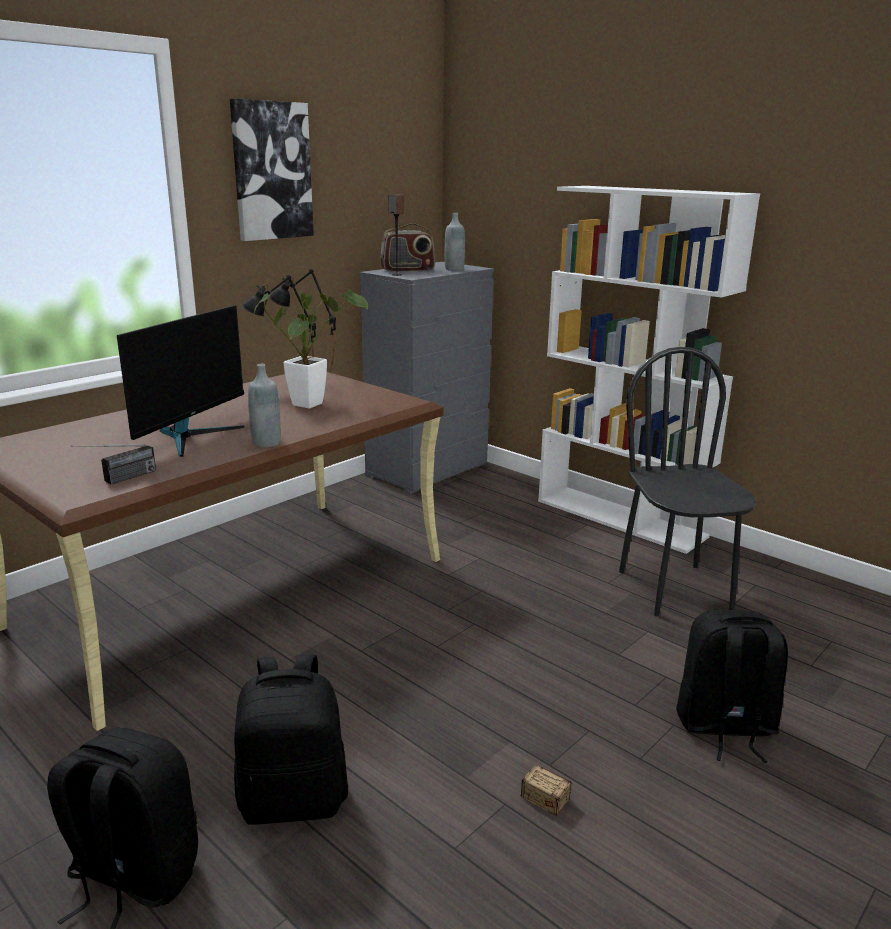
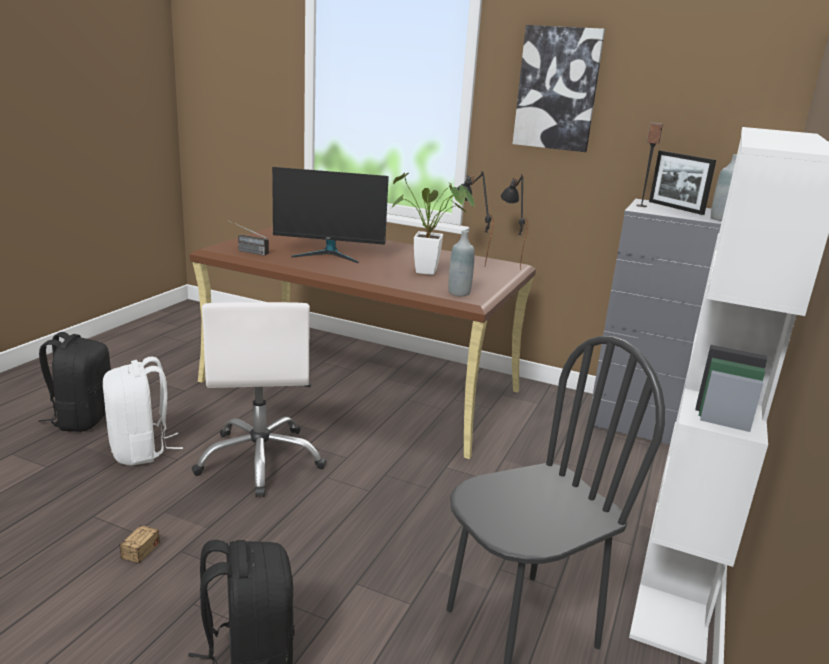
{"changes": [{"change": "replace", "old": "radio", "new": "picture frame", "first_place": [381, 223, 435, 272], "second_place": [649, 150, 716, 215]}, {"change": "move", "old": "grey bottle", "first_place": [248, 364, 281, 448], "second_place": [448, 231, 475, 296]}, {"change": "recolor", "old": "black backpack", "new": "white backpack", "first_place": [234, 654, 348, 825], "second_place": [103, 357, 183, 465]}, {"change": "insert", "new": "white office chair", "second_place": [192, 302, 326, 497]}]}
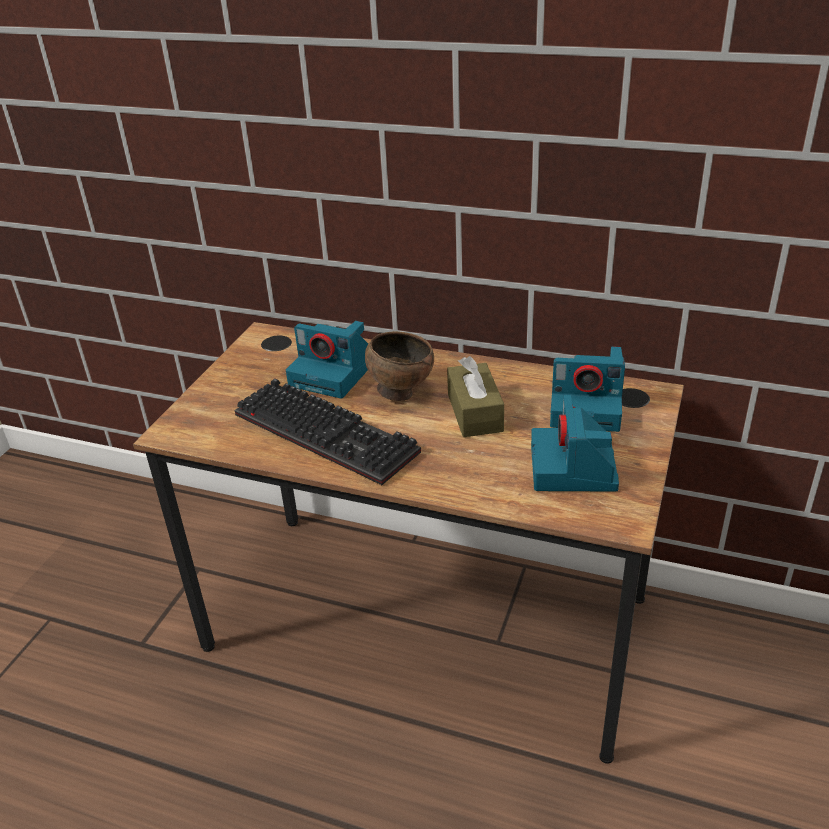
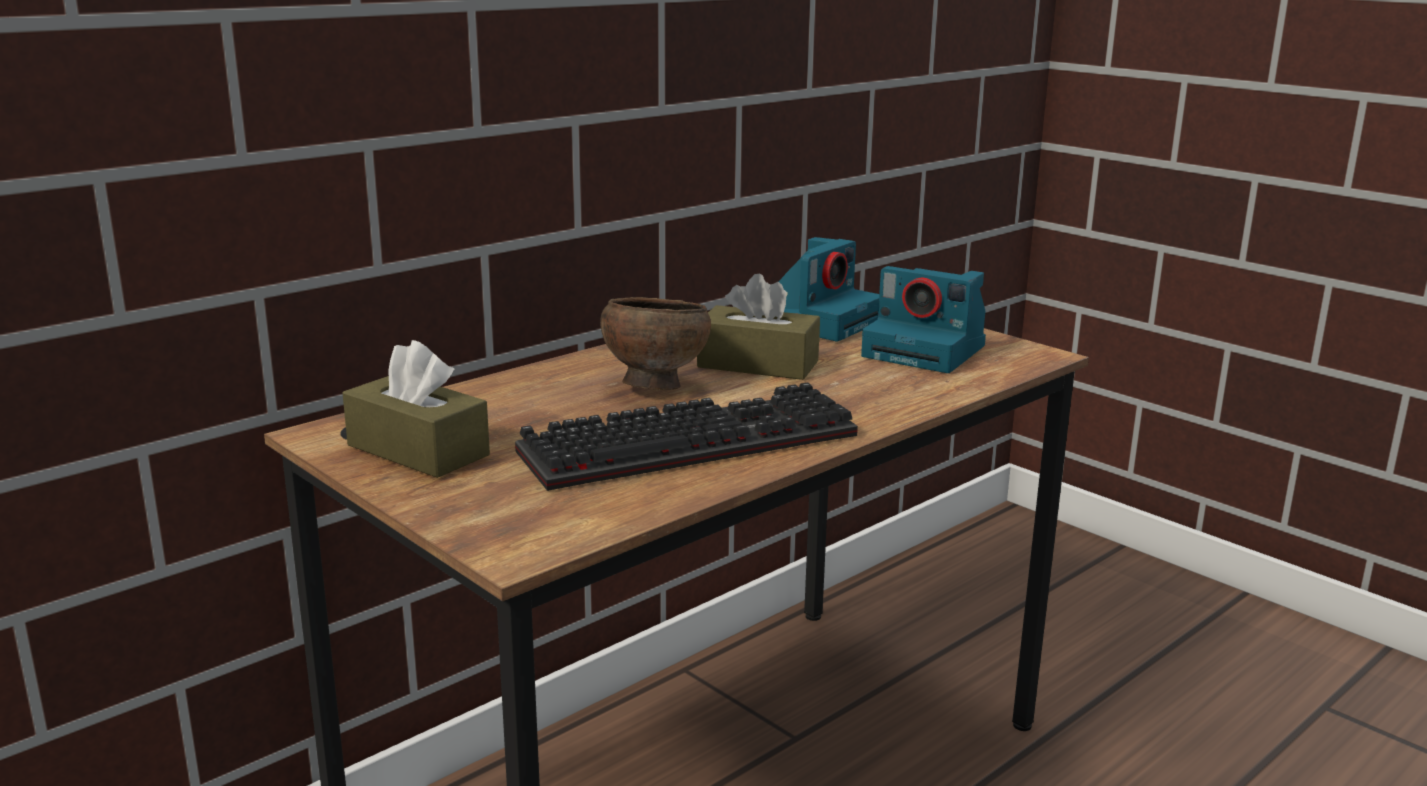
{"changes": [{"change": "delete", "old": "photo camera", "first_place": [286, 321, 368, 399]}, {"change": "insert", "new": "brown tissue box", "second_place": [343, 340, 490, 478]}]}
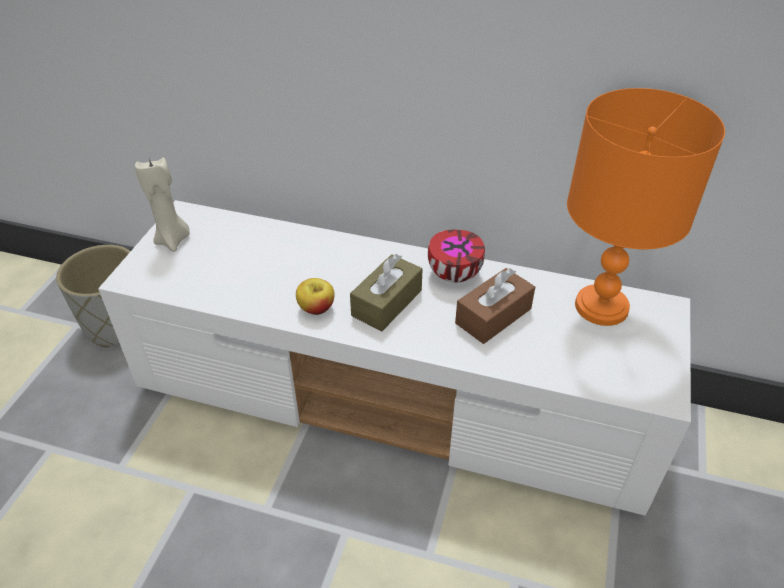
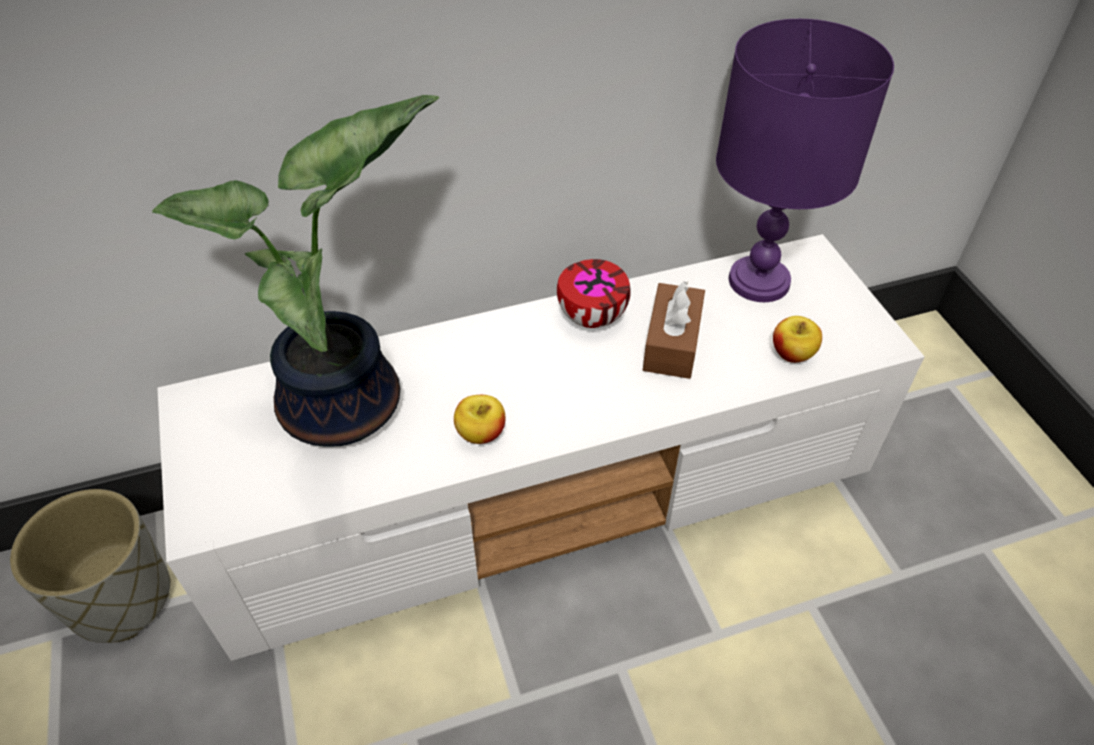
{"changes": [{"change": "recolor", "old": "orange table lamp", "new": "purple table lamp", "first_place": [567, 88, 725, 326], "second_place": [716, 19, 894, 302]}, {"change": "delete", "old": "beige candle", "first_place": [135, 158, 190, 252]}, {"change": "delete", "old": "brown tissue box", "first_place": [350, 254, 423, 331]}, {"change": "insert", "new": "potted plant", "second_place": [152, 95, 439, 447]}, {"change": "insert", "new": "apple", "second_place": [773, 316, 822, 363]}]}
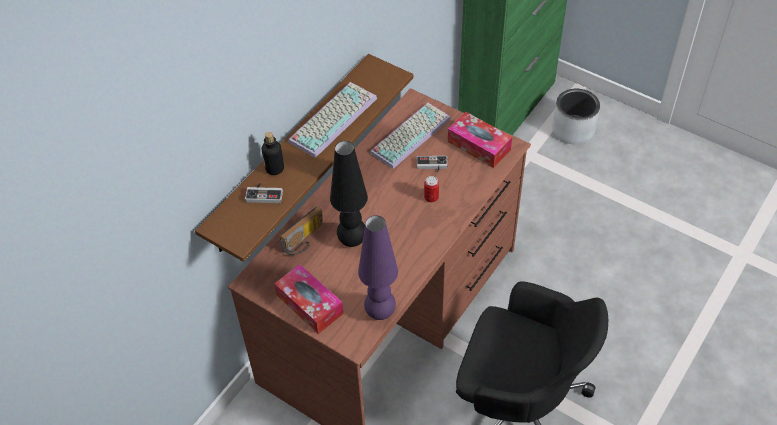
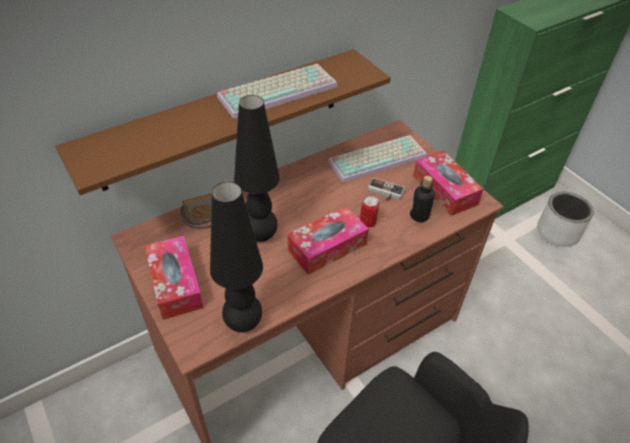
{"changes": [{"change": "move", "old": "bottle", "first_place": [262, 132, 284, 175], "second_place": [410, 176, 435, 222]}, {"change": "delete", "old": "game controller", "first_place": [245, 183, 283, 203]}, {"change": "recolor", "old": "purple table lamp", "new": "black table lamp", "first_place": [358, 215, 398, 320], "second_place": [210, 182, 263, 332]}, {"change": "insert", "new": "tissue box", "second_place": [287, 206, 369, 275]}]}
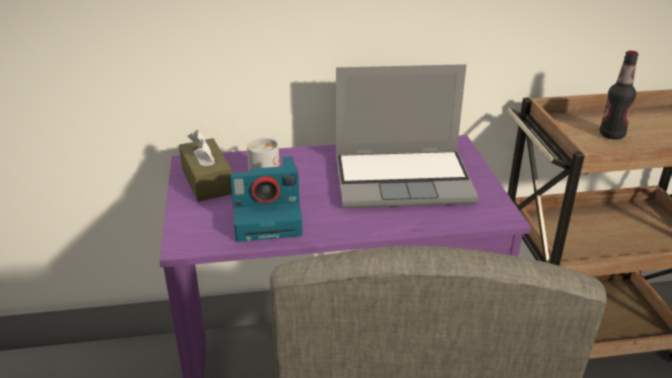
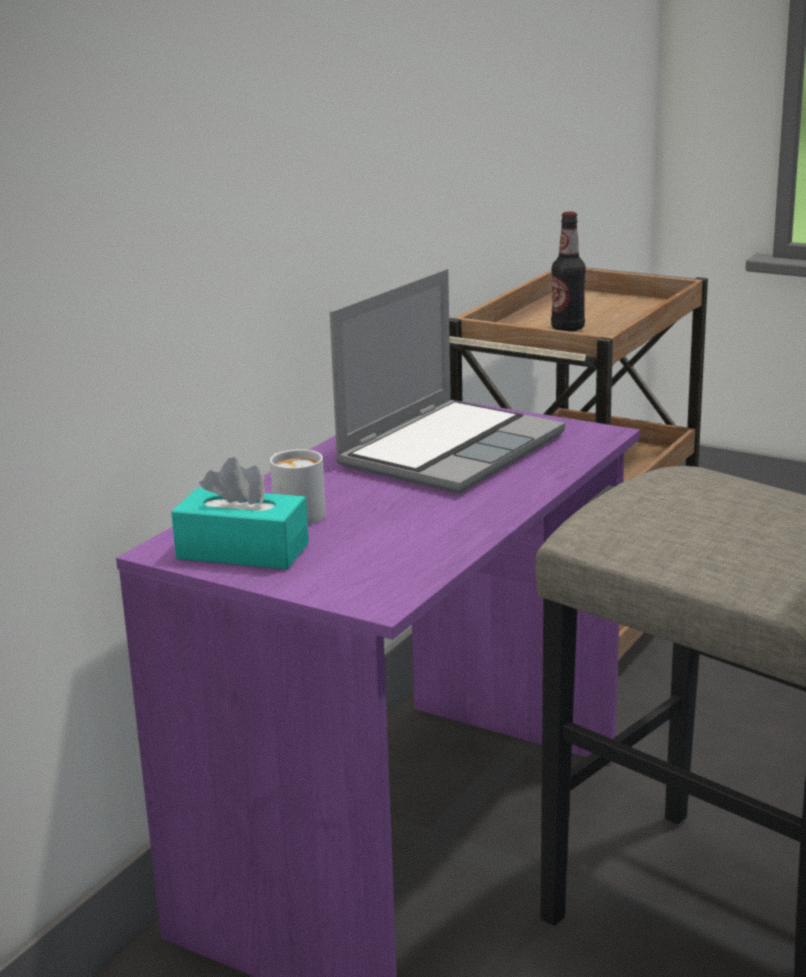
{"changes": [{"change": "recolor", "old": "brown tissue box", "new": "turquoise tissue box", "first_place": [179, 130, 232, 202], "second_place": [171, 457, 309, 569]}, {"change": "delete", "old": "photo camera", "first_place": [230, 157, 303, 242]}]}
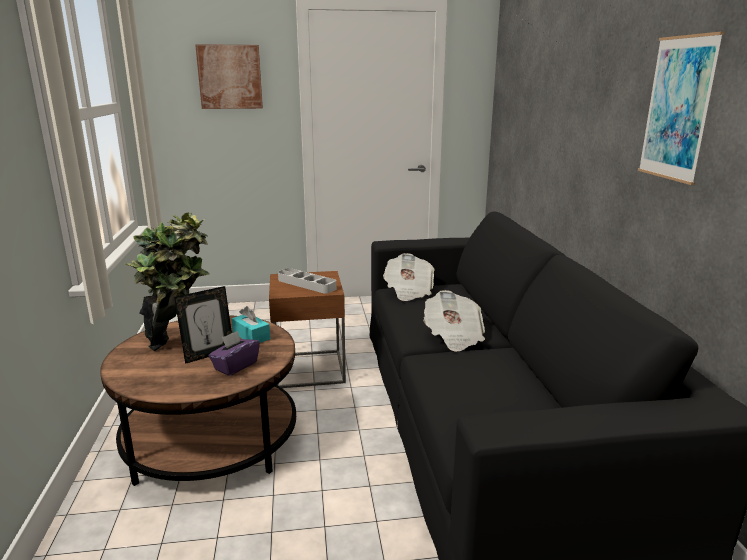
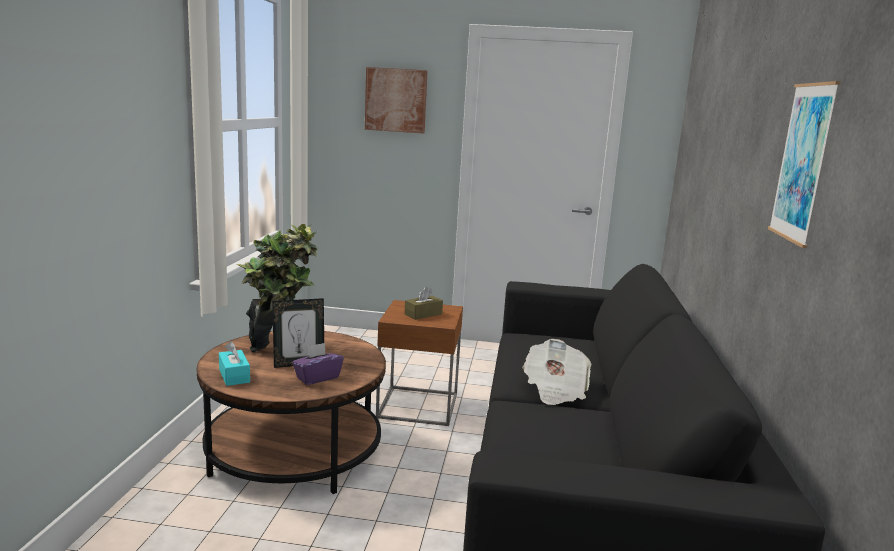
{"changes": [{"change": "delete", "old": "newspaper", "first_place": [383, 253, 435, 301]}, {"change": "replace", "old": "grey tray", "new": "brown tissue box", "first_place": [278, 268, 336, 294], "second_place": [405, 287, 443, 320]}, {"change": "move", "old": "turquoise tissue box", "first_place": [232, 306, 270, 343], "second_place": [219, 341, 250, 386]}]}
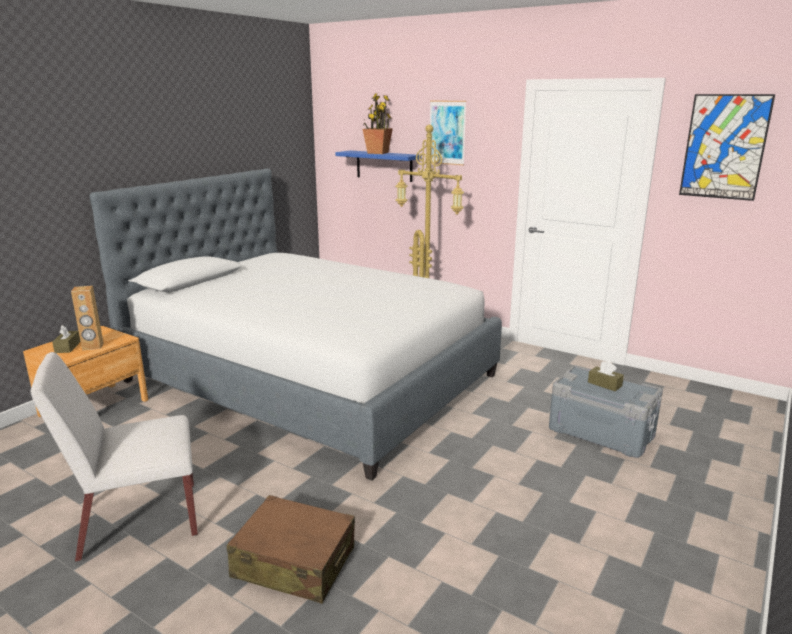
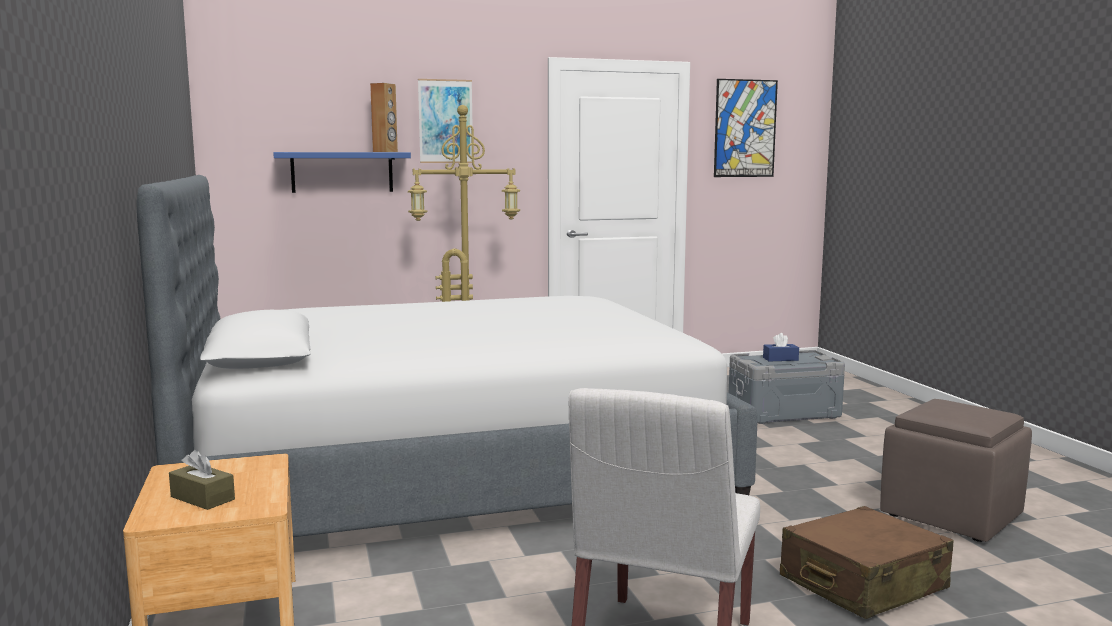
{"changes": [{"change": "delete", "old": "potted plant", "first_place": [363, 93, 393, 154]}, {"change": "move", "old": "brown speaker", "first_place": [71, 286, 104, 350], "second_place": [370, 83, 398, 152]}, {"change": "recolor", "old": "brown tissue box", "new": "blue tissue box", "first_place": [588, 361, 624, 391], "second_place": [763, 333, 799, 361]}, {"change": "insert", "new": "brown ottoman", "second_place": [880, 399, 1032, 542]}]}
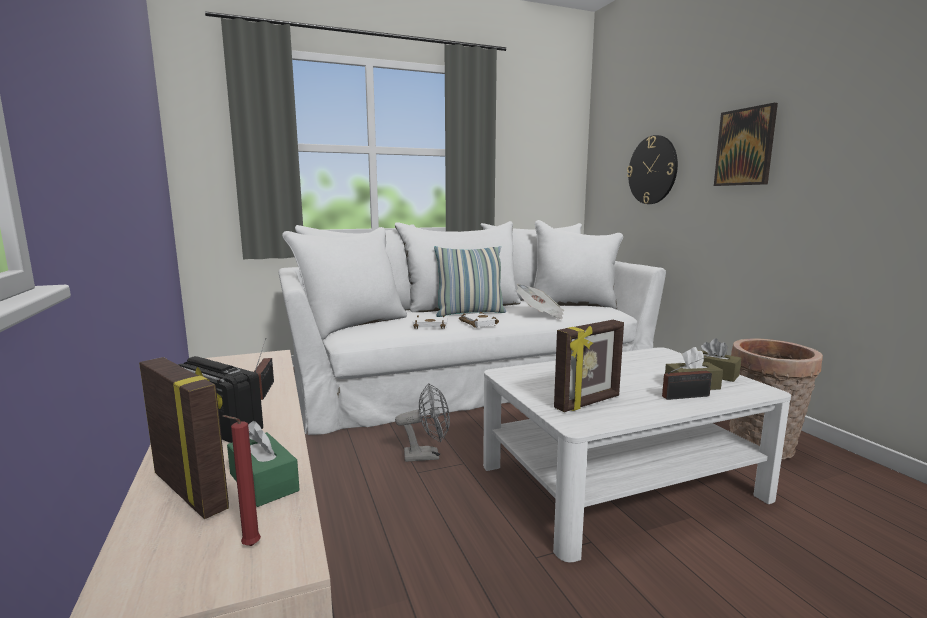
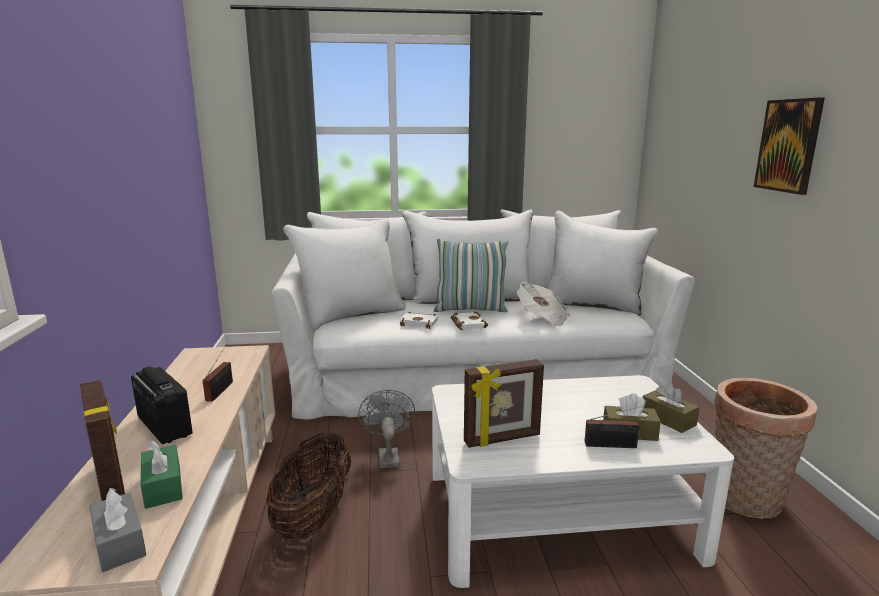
{"changes": [{"change": "delete", "old": "wall clock", "first_place": [627, 135, 678, 204]}, {"change": "rotate", "old": "grey fan", "first_place": [395, 383, 450, 462], "second_place": [358, 390, 415, 468], "degrees": -105}, {"change": "replace", "old": "red candle", "new": "grey tissue box", "first_place": [223, 415, 261, 546], "second_place": [89, 488, 146, 572]}, {"change": "insert", "new": "basket", "second_place": [267, 432, 351, 540]}]}
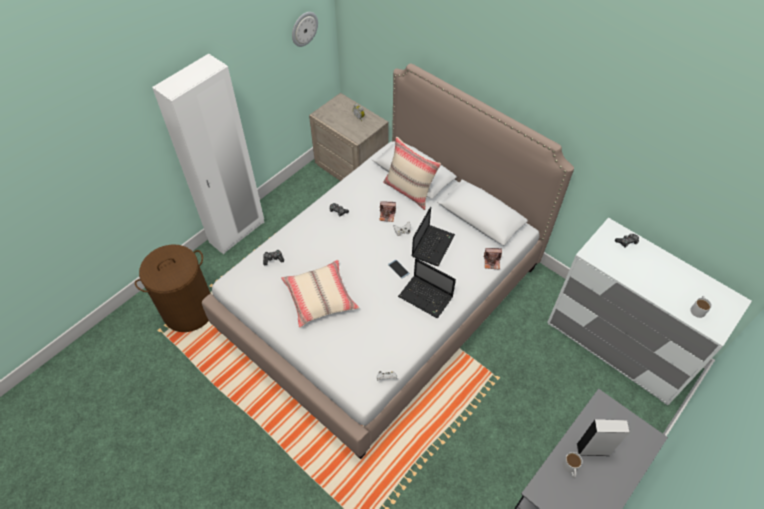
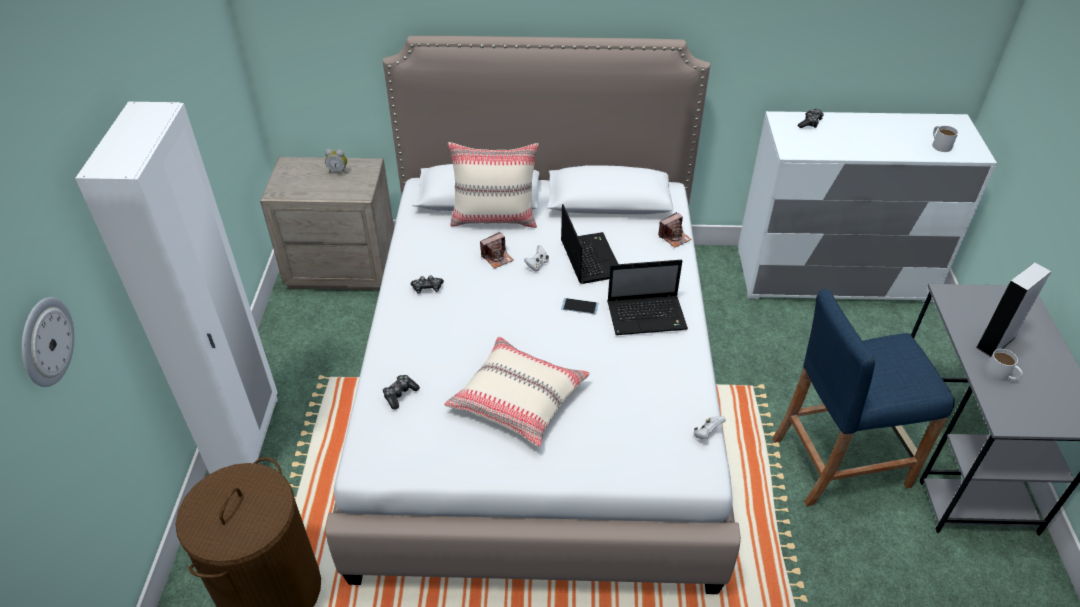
{"changes": [{"change": "move", "old": "wall clock", "first_place": [292, 12, 318, 47], "second_place": [22, 297, 74, 387]}, {"change": "insert", "new": "blue stool", "second_place": [772, 289, 955, 506]}]}
